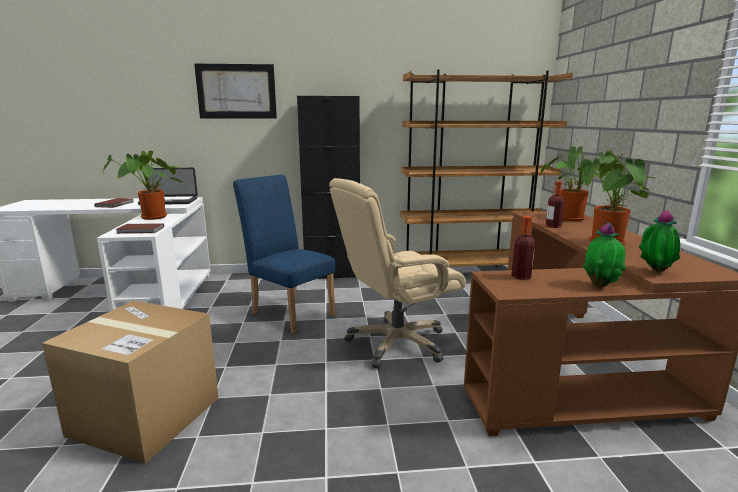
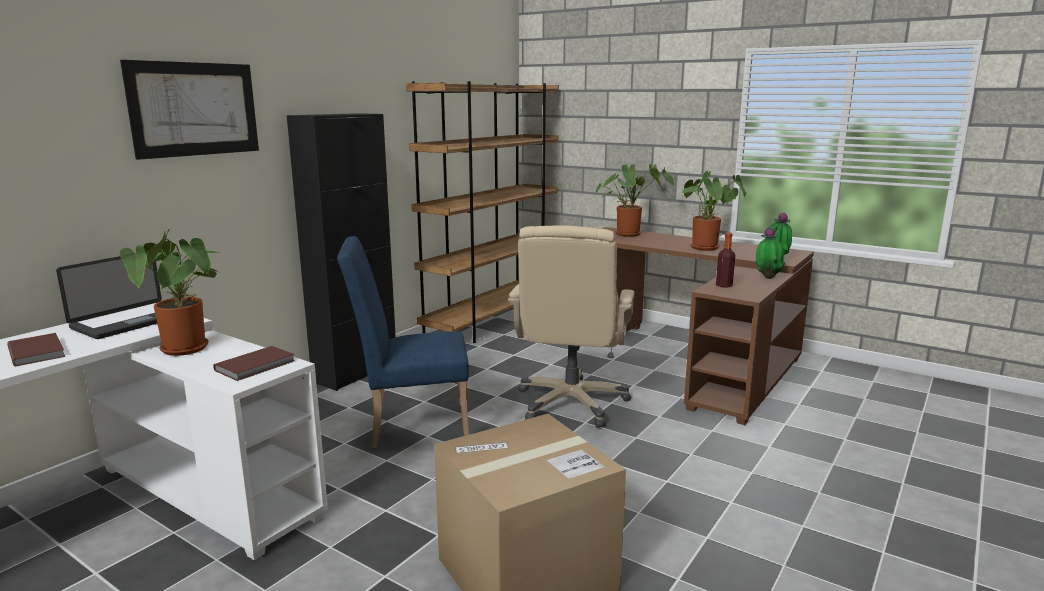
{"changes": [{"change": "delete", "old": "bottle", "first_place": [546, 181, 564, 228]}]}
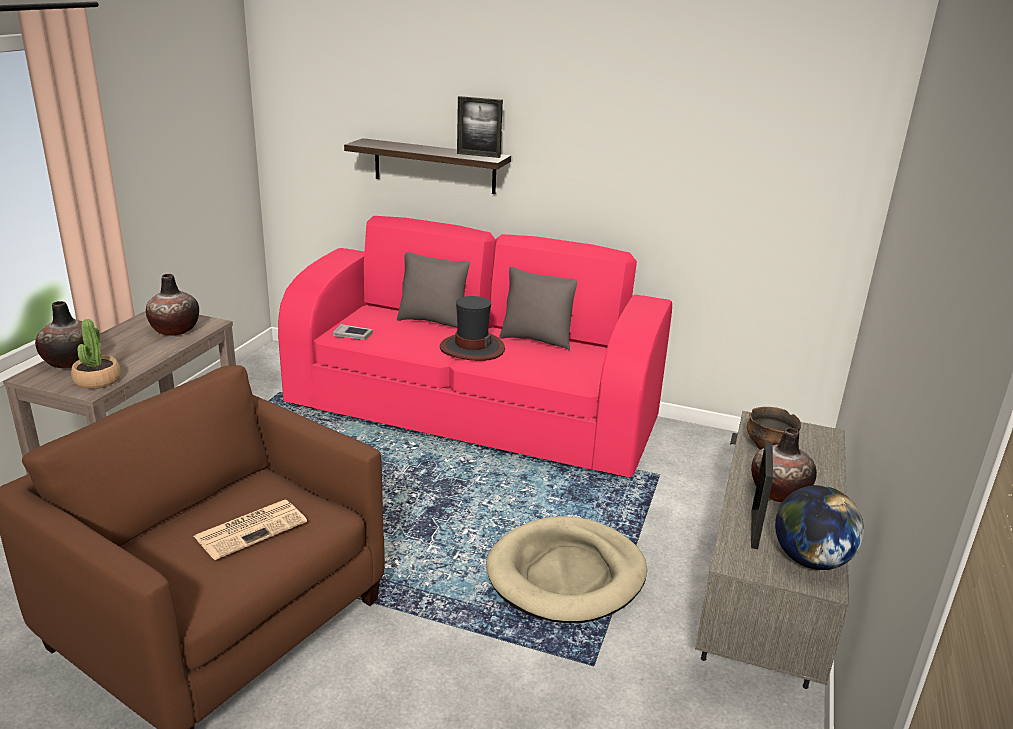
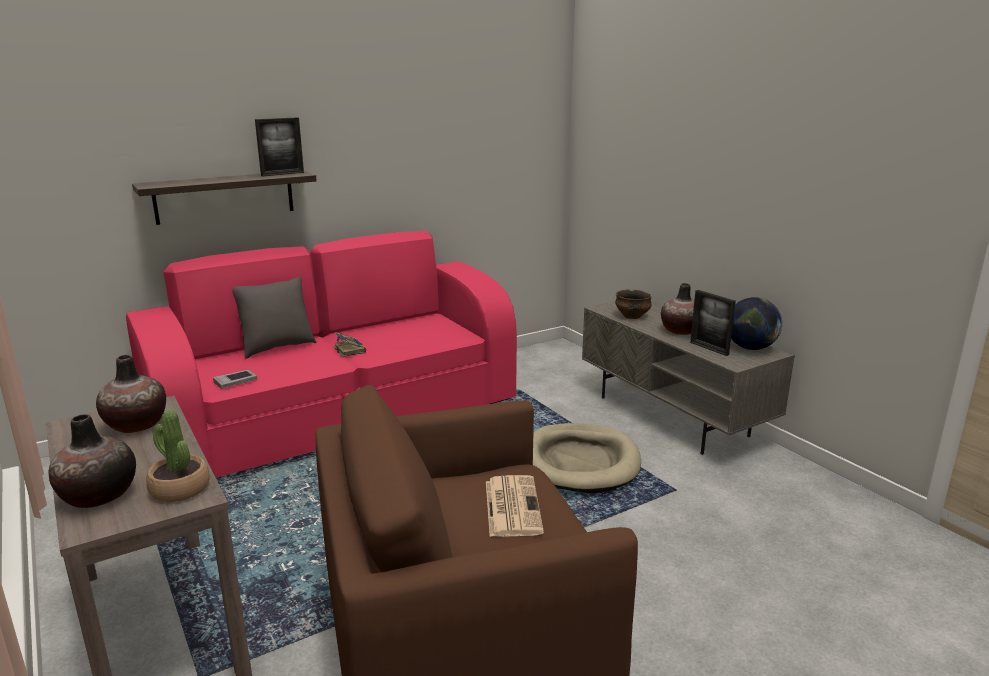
{"changes": [{"change": "delete", "old": "grey pillow", "first_place": [499, 267, 577, 351]}, {"change": "replace", "old": "hat", "new": "book", "first_place": [440, 296, 505, 361], "second_place": [334, 332, 366, 357]}]}
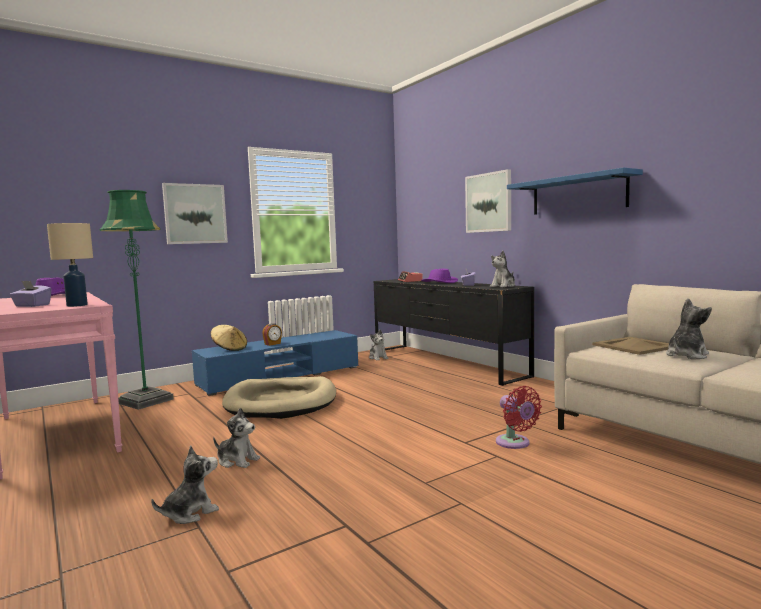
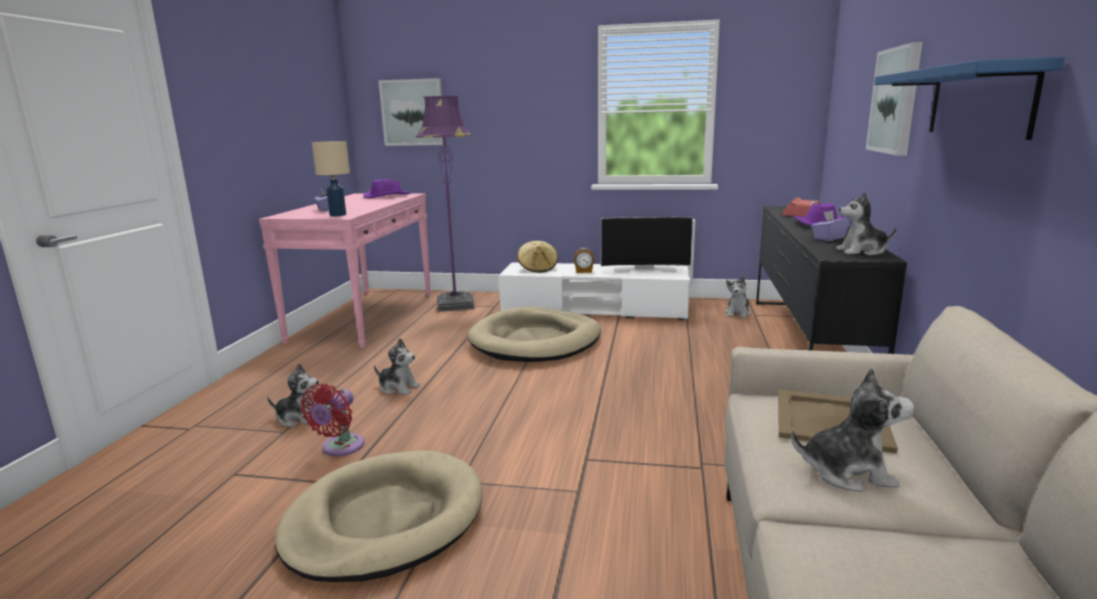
{"changes": [{"change": "move", "old": "picture", "first_place": [162, 183, 228, 244], "second_place": [379, 78, 443, 146]}, {"change": "recolor", "old": "green floor lamp", "new": "purple floor lamp", "first_place": [99, 190, 174, 410], "second_place": [416, 96, 475, 312]}, {"change": "recolor", "old": "blue tv stand", "new": "white tv stand", "first_place": [192, 330, 358, 396], "second_place": [499, 262, 690, 320]}, {"change": "move", "old": "red fan", "first_place": [496, 386, 542, 449], "second_place": [300, 384, 365, 456]}, {"change": "rotate", "old": "plush toy", "first_place": [213, 408, 260, 468], "second_place": [374, 338, 421, 395], "degrees": -45}, {"change": "insert", "new": "television", "second_place": [601, 217, 693, 273]}, {"change": "insert", "new": "beige dog bed", "second_place": [275, 450, 483, 582]}]}
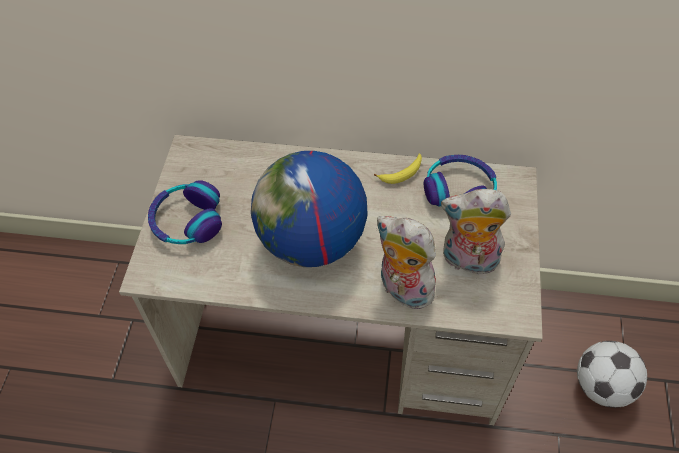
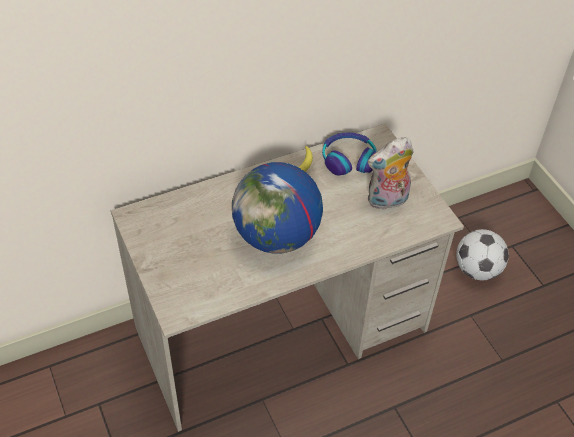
{"changes": [{"change": "delete", "old": "headphones", "first_place": [148, 180, 222, 244]}, {"change": "delete", "old": "plush toy", "first_place": [376, 216, 437, 309]}]}
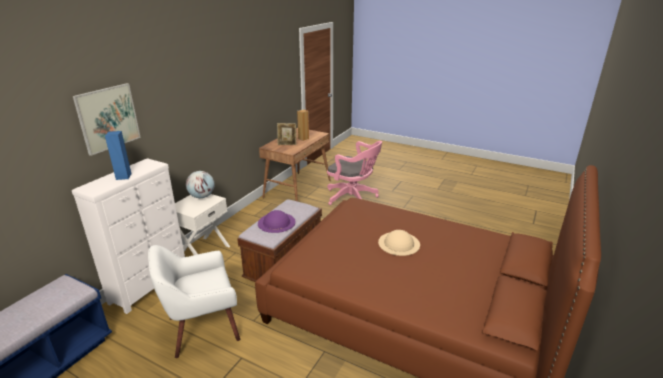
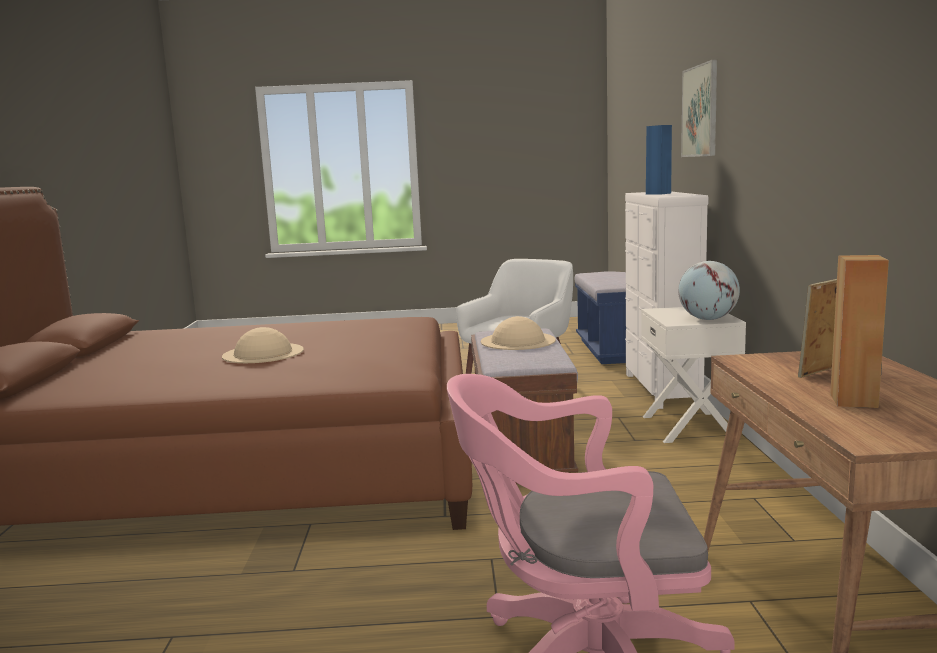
{"changes": [{"change": "recolor", "old": "purple hat", "new": "beige hat", "first_place": [258, 210, 296, 233], "second_place": [481, 316, 556, 350]}]}
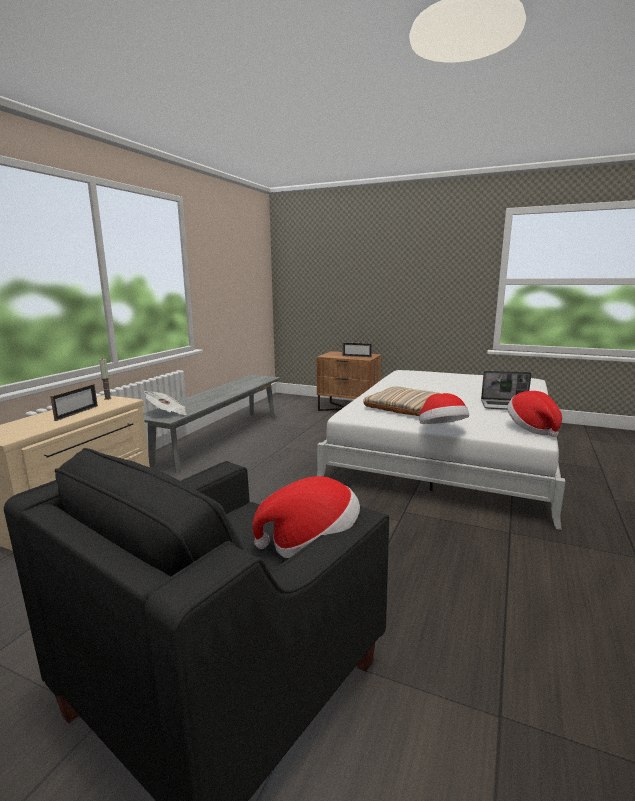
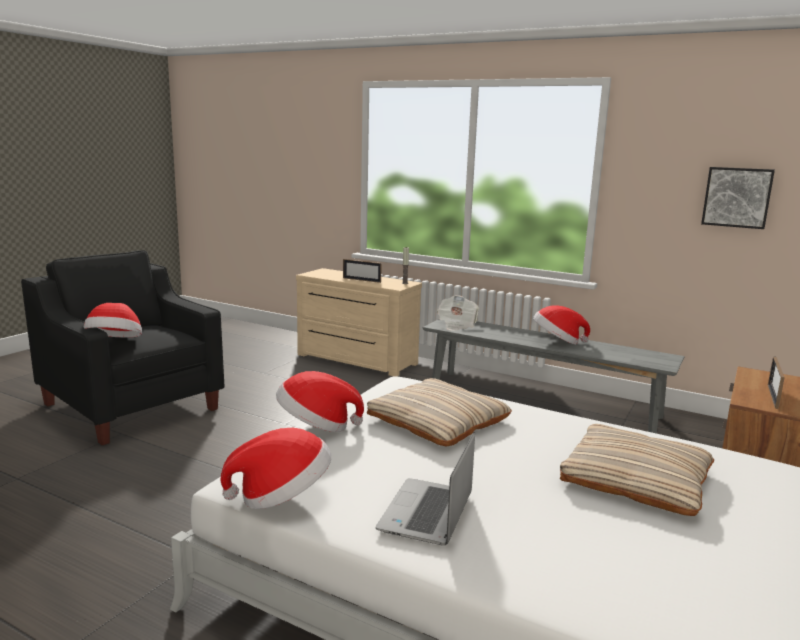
{"changes": [{"change": "insert", "new": "picture", "second_place": [701, 167, 775, 229]}, {"change": "insert", "new": "hat", "second_place": [533, 305, 590, 345]}, {"change": "insert", "new": "beige pillow", "second_place": [560, 424, 714, 516]}]}
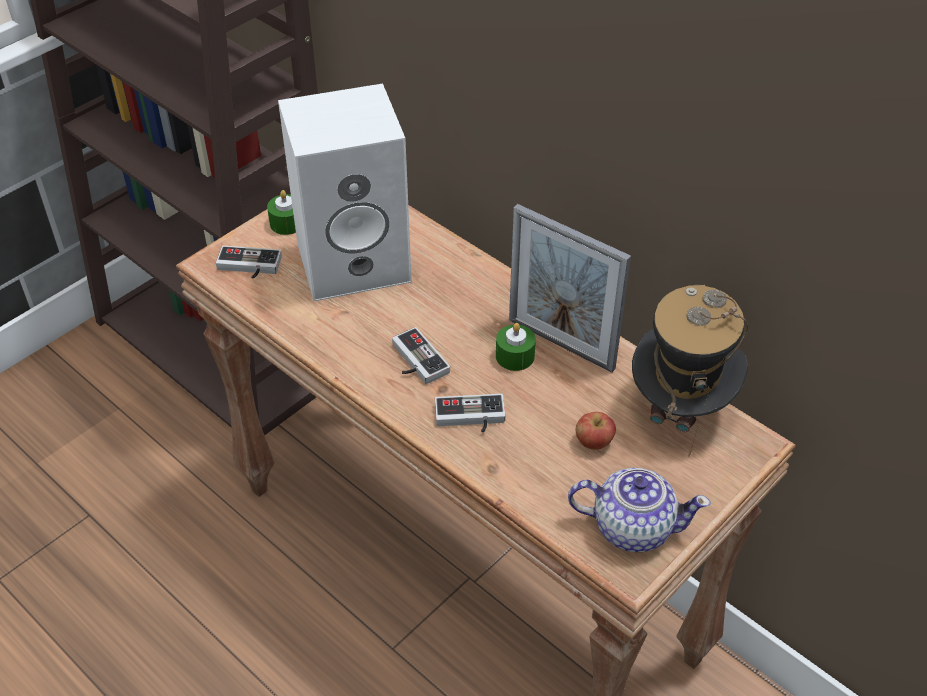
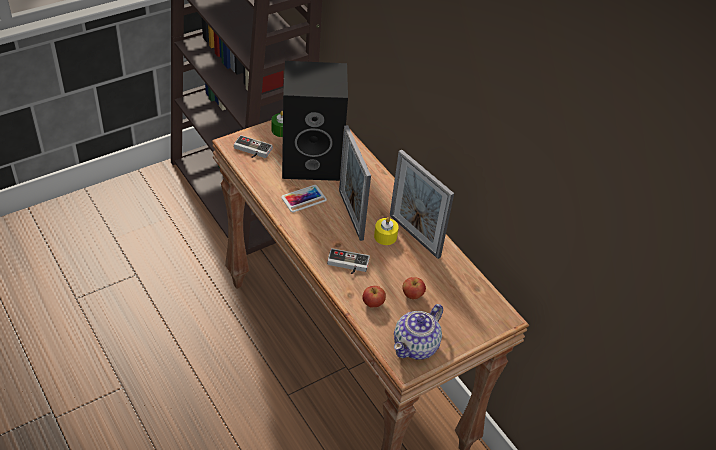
{"changes": [{"change": "recolor", "old": "white speaker", "new": "black speaker", "first_place": [278, 83, 412, 301], "second_place": [282, 61, 348, 181]}, {"change": "delete", "old": "hat", "first_place": [632, 285, 748, 457]}, {"change": "recolor", "old": "green candle", "new": "yellow candle", "first_place": [496, 323, 536, 371], "second_place": [374, 217, 399, 245]}, {"change": "delete", "old": "game controller", "first_place": [392, 327, 450, 384]}, {"change": "rotate", "old": "teapot", "first_place": [568, 468, 711, 553], "second_place": [394, 304, 443, 359], "degrees": 105}, {"change": "insert", "new": "picture frame", "second_place": [339, 125, 371, 241]}, {"change": "insert", "new": "phone", "second_place": [281, 185, 327, 212]}, {"change": "insert", "new": "apple", "second_place": [362, 286, 386, 307]}]}
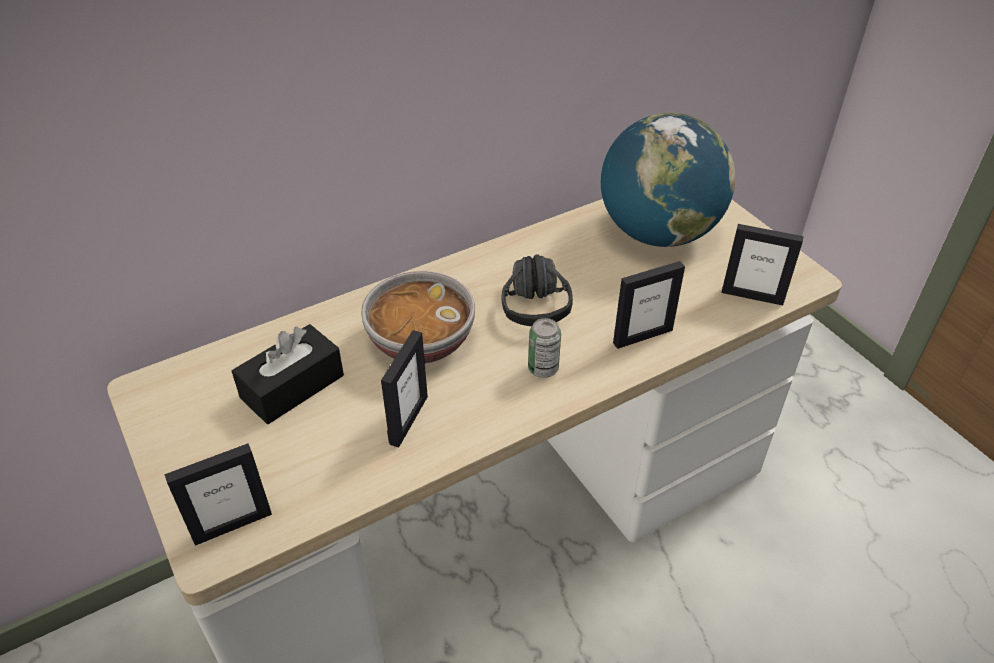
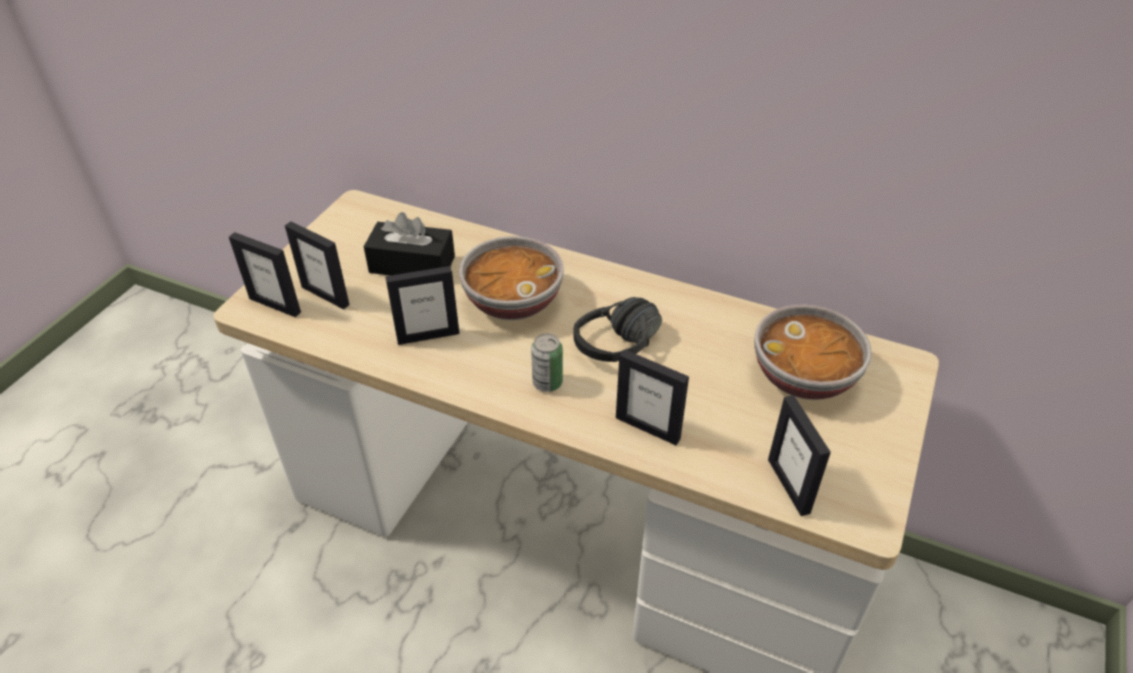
{"changes": [{"change": "replace", "old": "globe", "new": "bowl", "first_place": [601, 113, 735, 247], "second_place": [754, 305, 872, 400]}, {"change": "insert", "new": "picture frame", "second_place": [285, 221, 350, 309]}]}
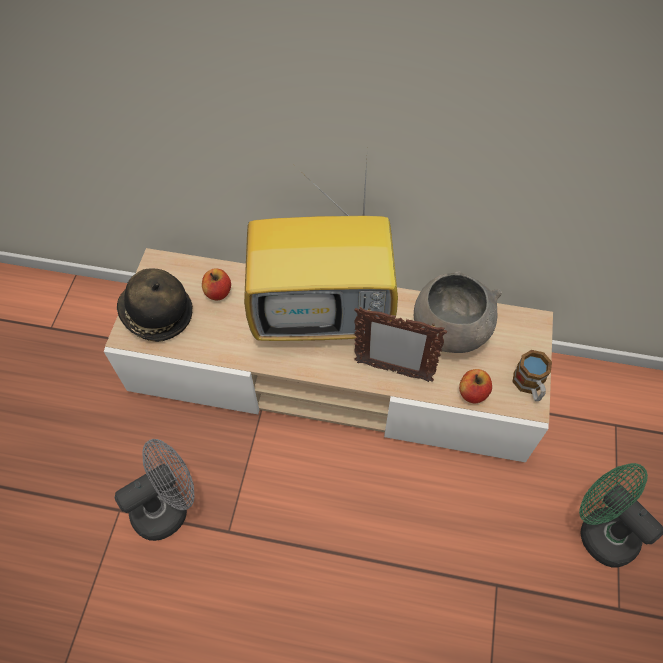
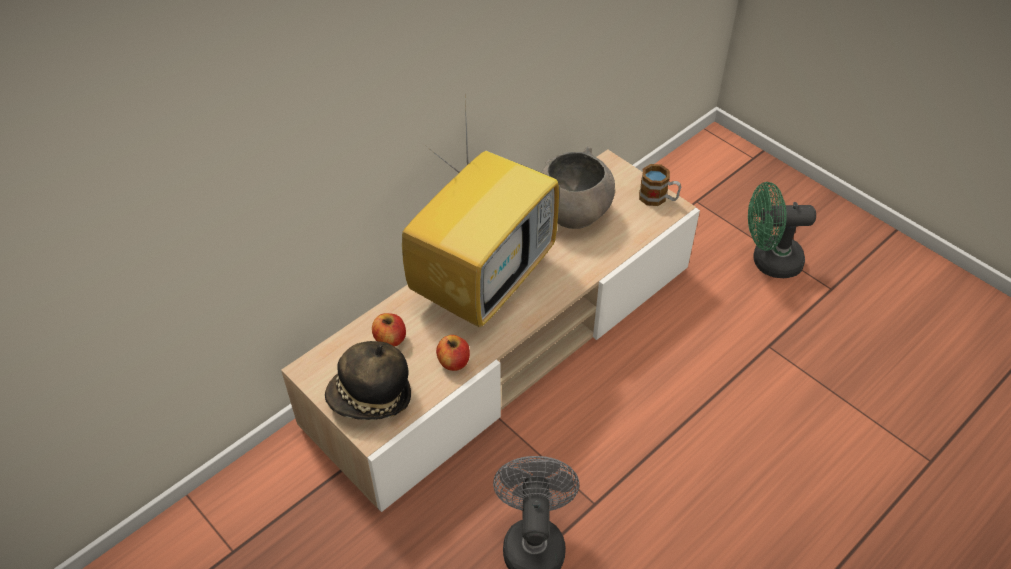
{"changes": [{"change": "delete", "old": "picture frame", "first_place": [354, 307, 447, 382]}, {"change": "move", "old": "apple", "first_place": [459, 369, 492, 403], "second_place": [436, 335, 470, 371]}]}
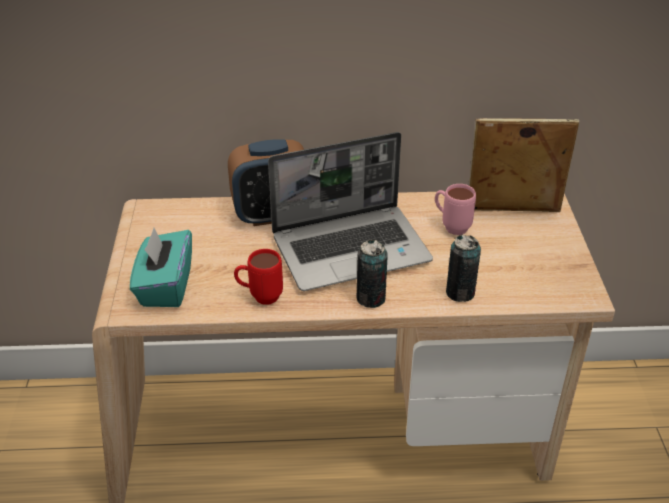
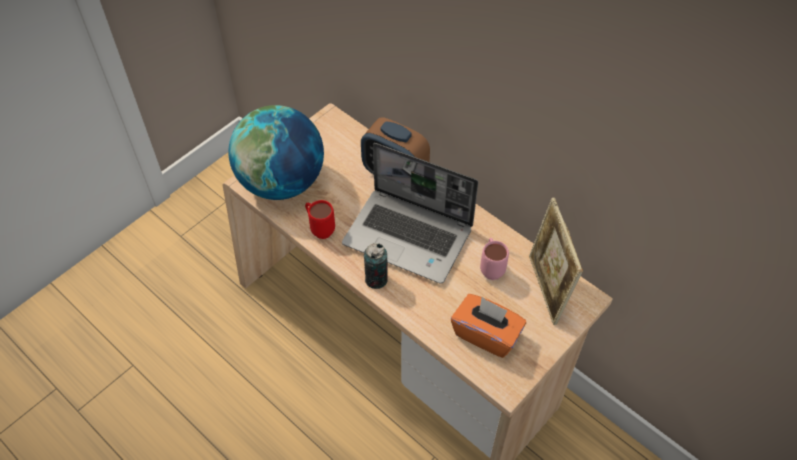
{"changes": [{"change": "rotate", "old": "picture frame", "first_place": [469, 118, 579, 212], "second_place": [529, 198, 583, 325], "degrees": -150}, {"change": "replace", "old": "turquoise tissue box", "new": "globe", "first_place": [130, 228, 192, 307], "second_place": [228, 105, 324, 200]}, {"change": "delete", "old": "can", "first_place": [446, 235, 481, 302]}, {"change": "insert", "new": "orange tissue box", "second_place": [451, 294, 526, 358]}]}
